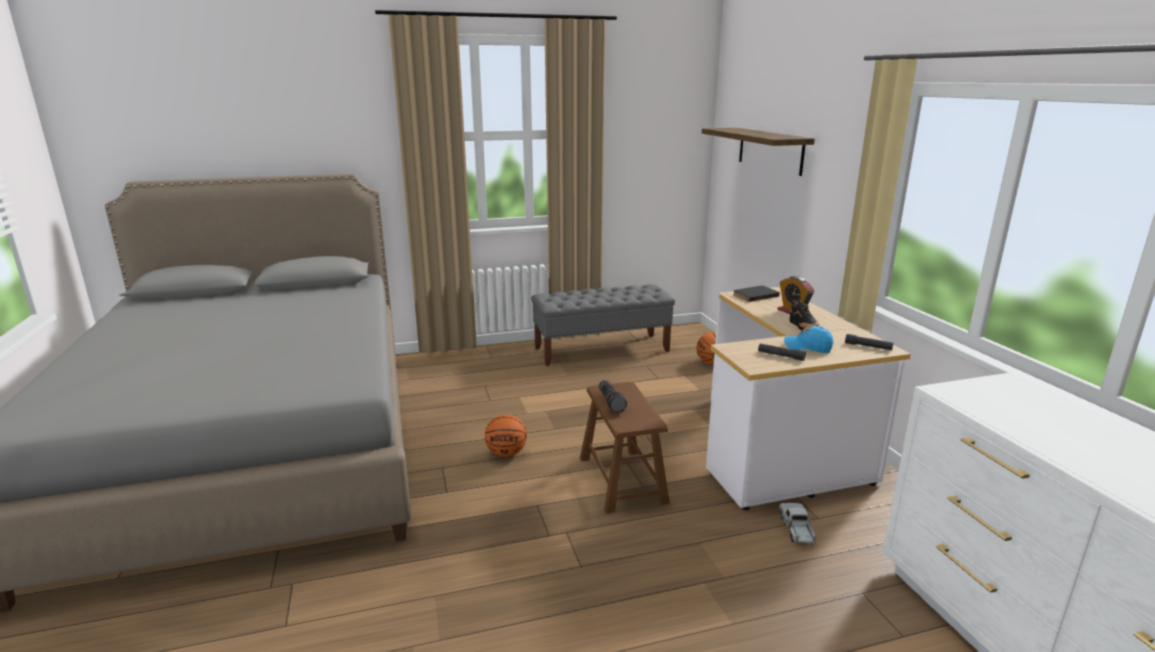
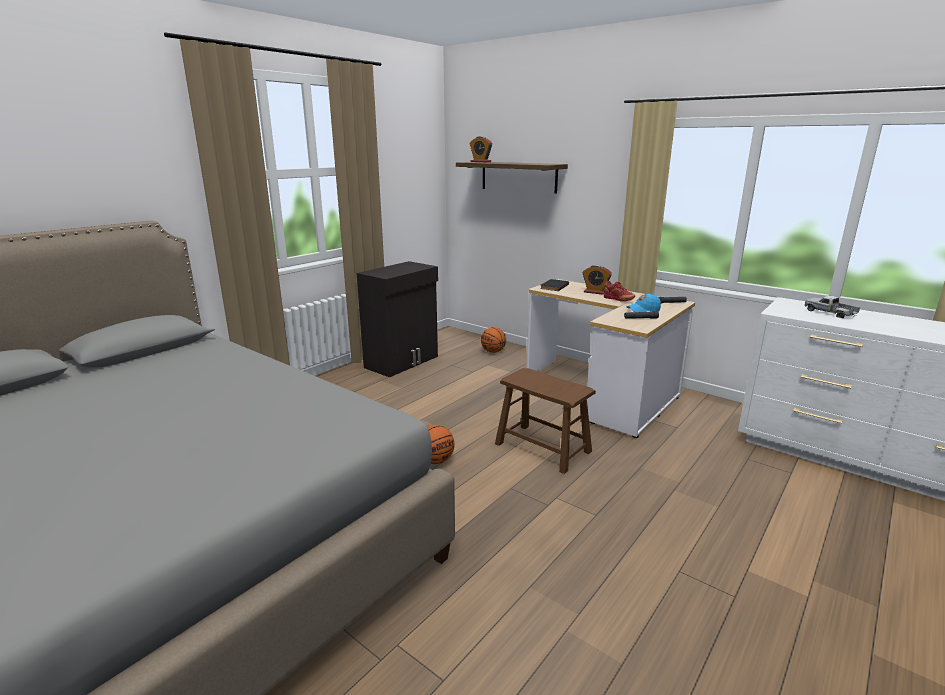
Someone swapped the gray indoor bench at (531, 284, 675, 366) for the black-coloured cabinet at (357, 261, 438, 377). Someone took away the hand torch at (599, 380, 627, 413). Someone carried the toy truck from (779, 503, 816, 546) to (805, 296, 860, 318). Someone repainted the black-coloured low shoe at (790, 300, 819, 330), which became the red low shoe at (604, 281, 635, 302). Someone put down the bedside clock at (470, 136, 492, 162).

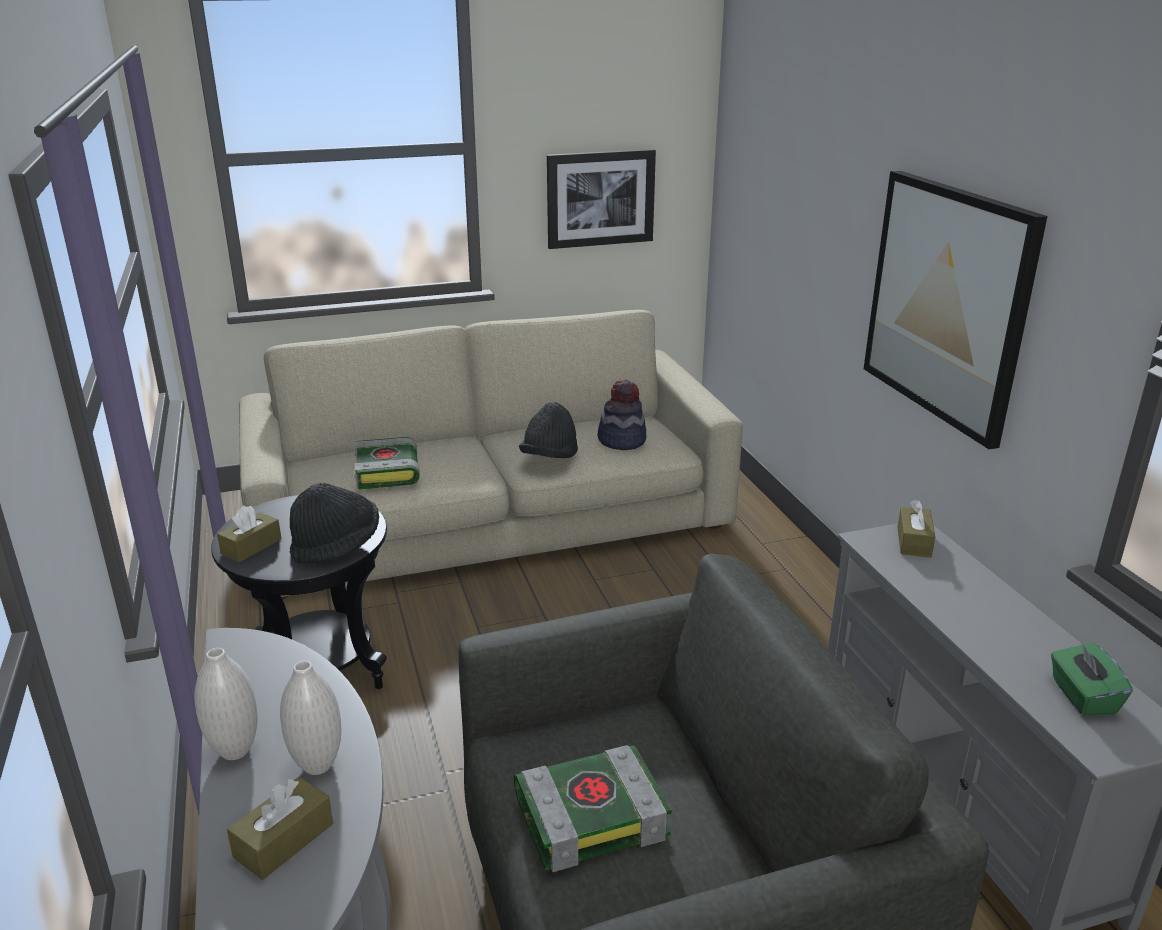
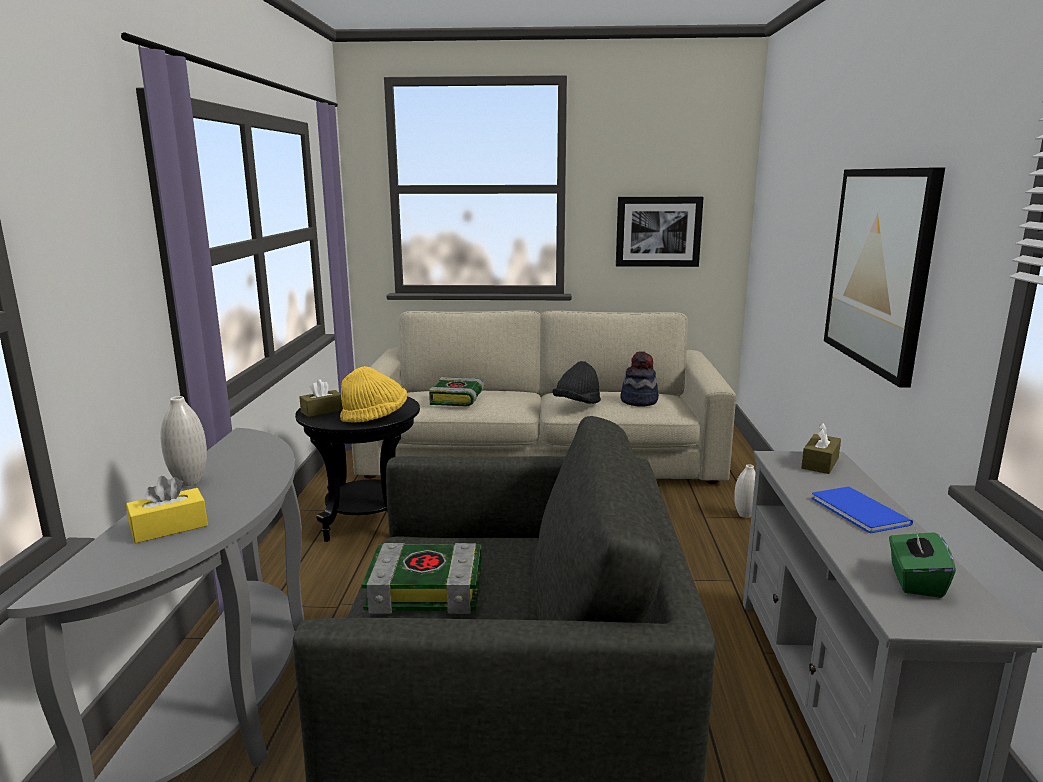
Someone repainted the brownish tissue holder at (227, 777, 333, 880), which became the yellow-coloured tissue holder at (126, 476, 208, 543). Someone carried the white-coloured decorative vase from (280, 661, 341, 775) to (734, 464, 756, 518). Someone repainted the black-coloured hat at (290, 483, 379, 564), which became the yellow-coloured hat at (340, 366, 407, 423). Someone put down the bluish volume at (811, 487, 913, 533).

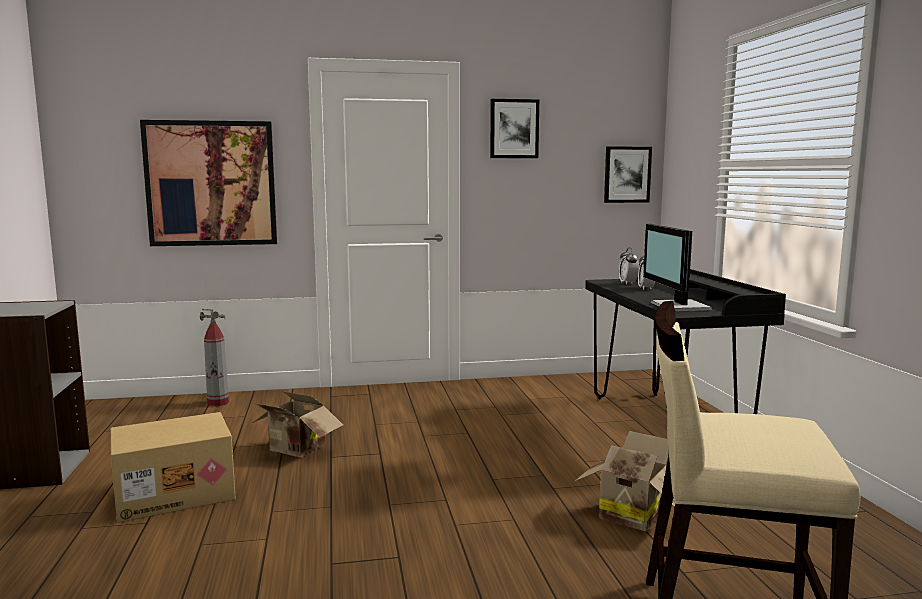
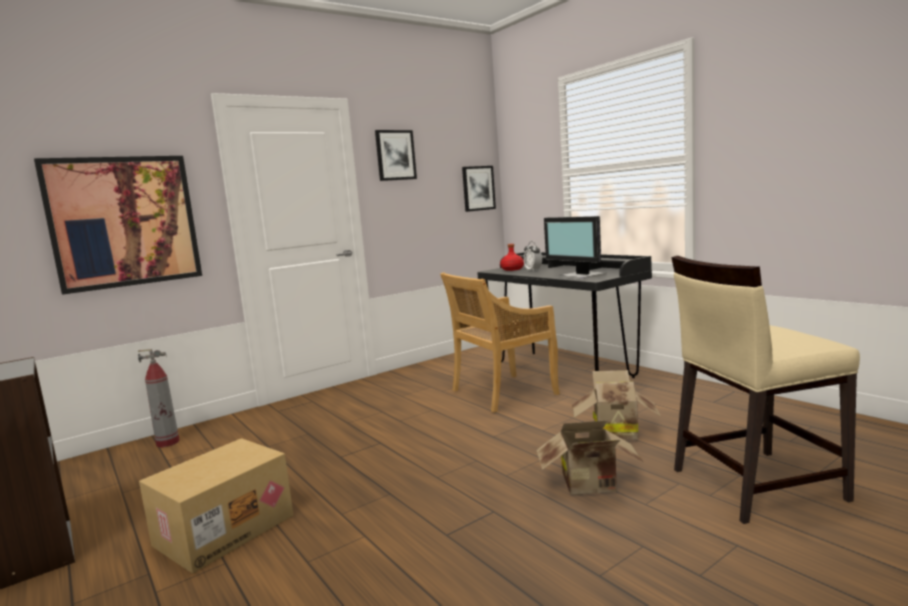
Someone carried the packing box from (252, 391, 343, 457) to (536, 420, 644, 495). Someone swapped the bedside clock at (619, 248, 639, 285) for the red beverage bottle at (500, 244, 524, 271). Someone put down the beige-coloured plain chair at (440, 272, 560, 413).

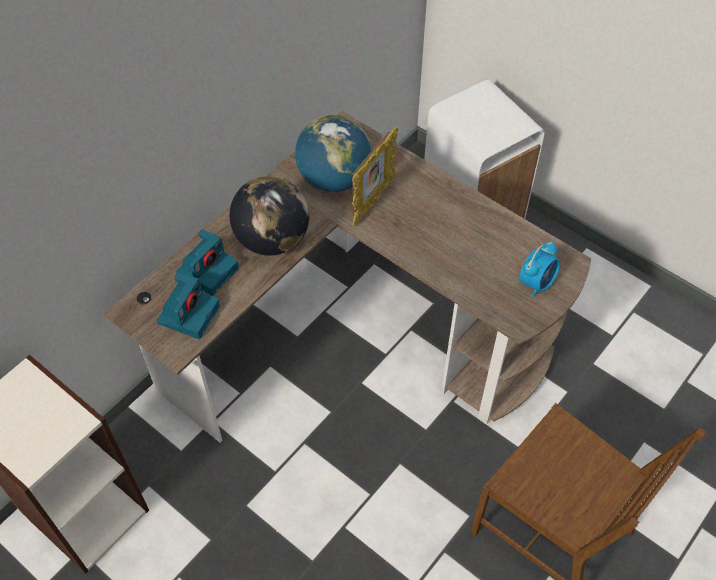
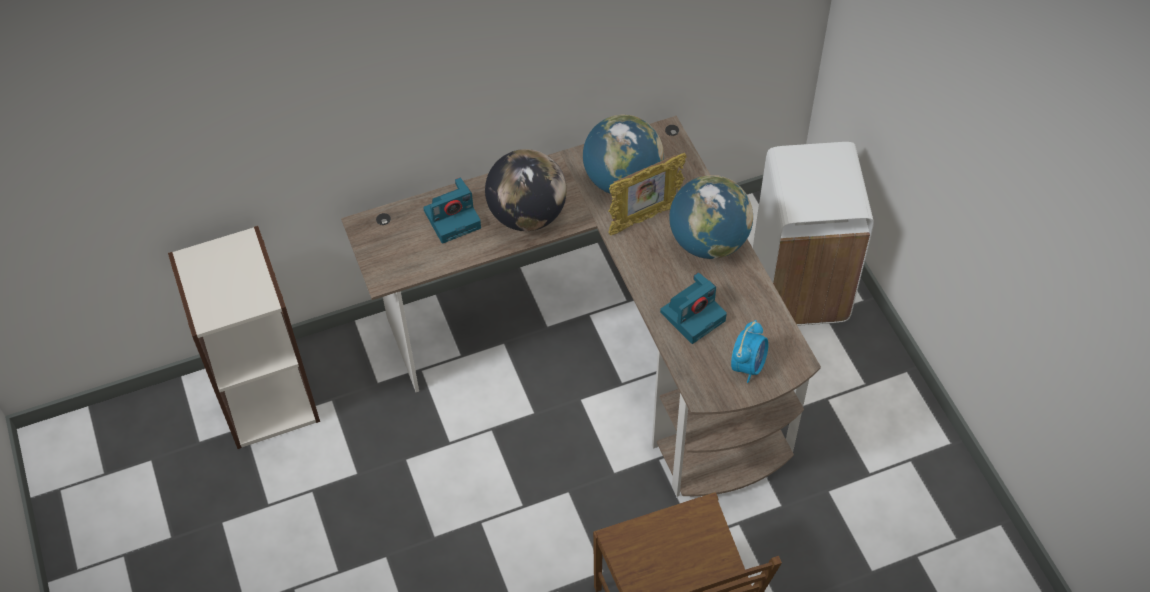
Someone carried the still camera from (157, 273, 220, 339) to (660, 272, 727, 344). Someone rotated the bedside clock at (520, 241, 560, 298) by 45 degrees counterclockwise. Someone put down the globe at (669, 175, 753, 259).

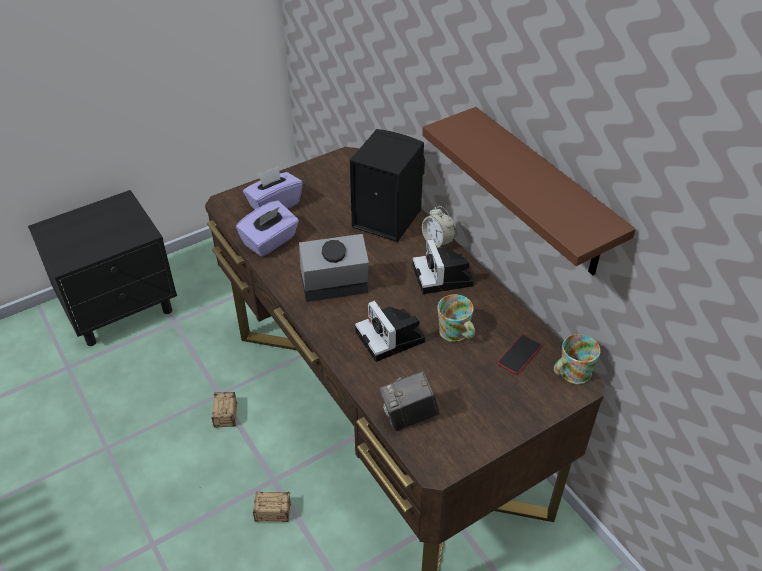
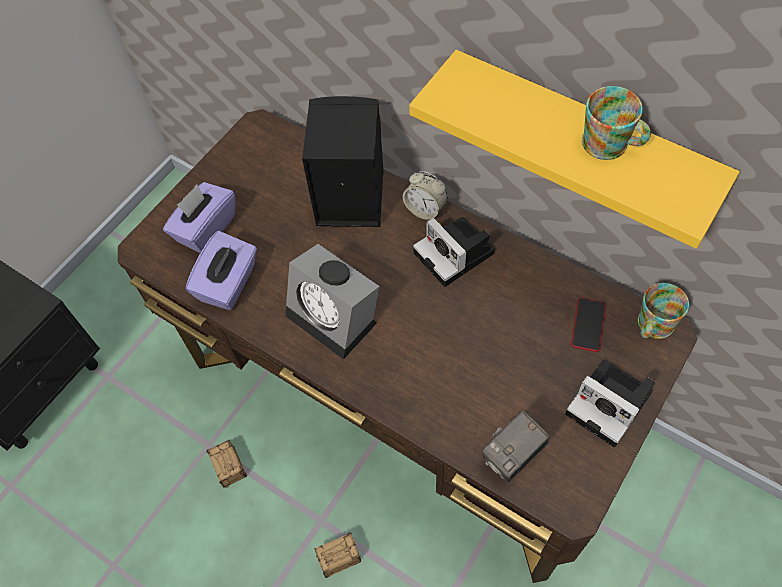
Someone rotated the bedside clock at (299, 234, 369, 302) by 105 degrees counterclockwise. Someone carried the still camera from (355, 301, 425, 362) to (565, 360, 655, 447). Someone repainted the brownish wall shelf at (422, 107, 636, 275), which became the yellow-coloured wall shelf at (409, 50, 740, 249). Someone carried the tea mug from (437, 294, 475, 342) to (582, 86, 651, 160).

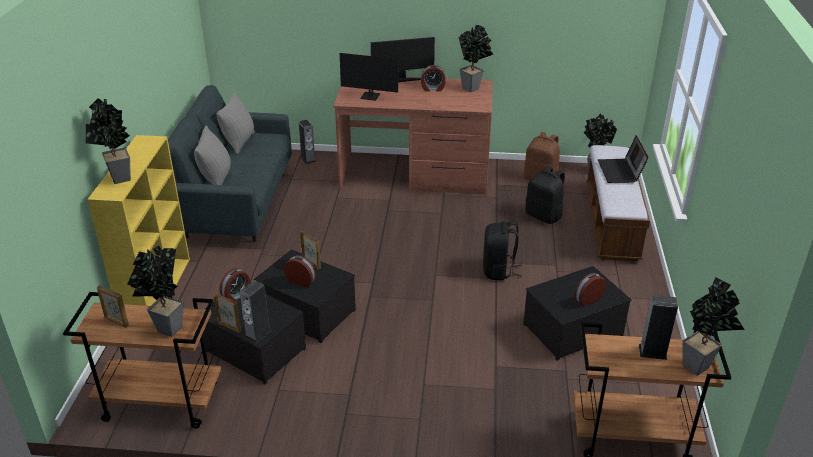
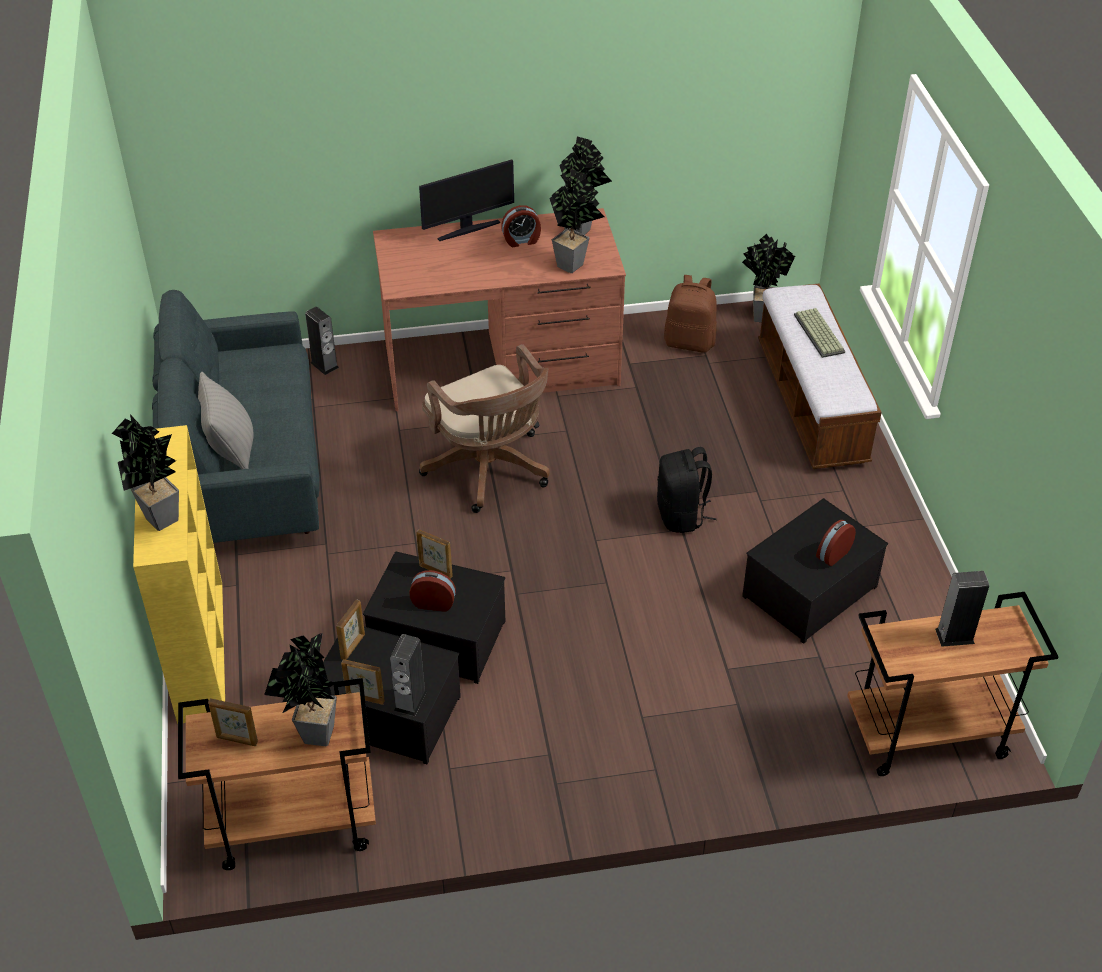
Someone took away the gray pillow at (216, 92, 255, 154). Someone swapped the bedside clock at (219, 268, 251, 302) for the standing frame at (336, 599, 365, 660). Someone took away the computer screen at (340, 53, 414, 101). Someone took away the black-coloured knapsack at (525, 166, 565, 224). Someone swapped the notebook computer at (598, 136, 648, 183) for the PC keyboard at (794, 308, 845, 358). Someone carried the plant in a pot from (682, 277, 745, 376) to (549, 169, 605, 273). Someone put down the brownish computer chair at (419, 344, 550, 513).

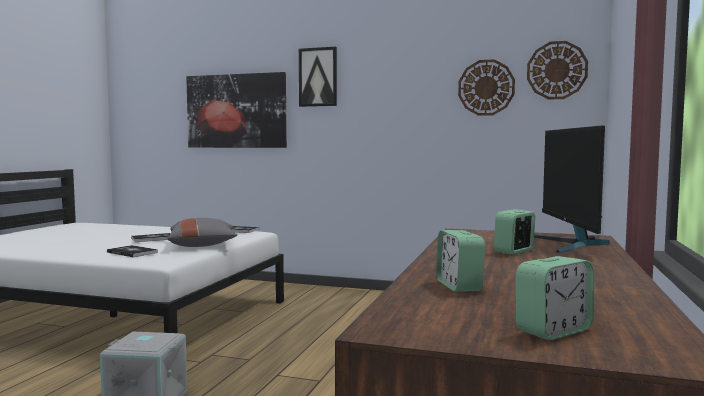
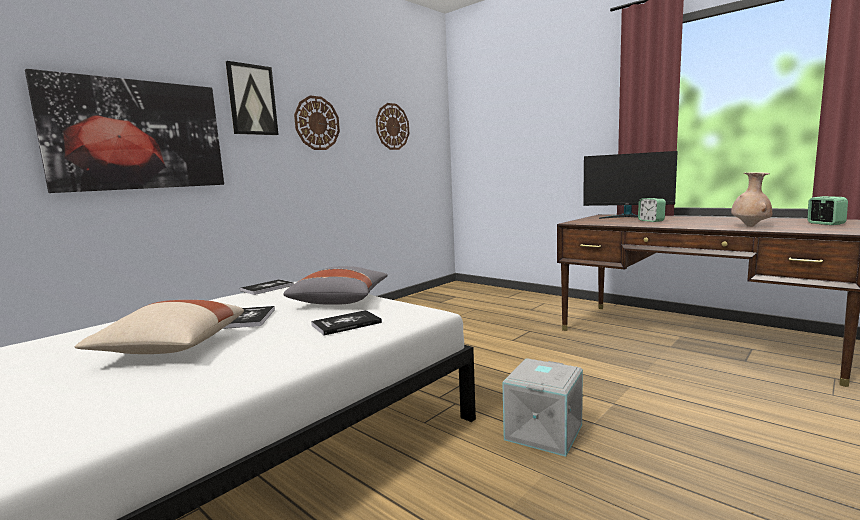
Someone swapped the bedside clock at (436, 230, 485, 292) for the beige-coloured decorative vase at (731, 172, 773, 227). Someone carried the clock on the wall from (527, 41, 588, 100) to (294, 96, 340, 150). Someone put down the beige-coloured pillow at (75, 300, 244, 354).

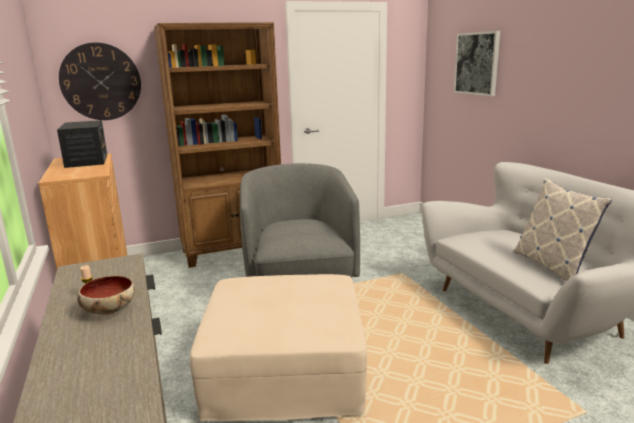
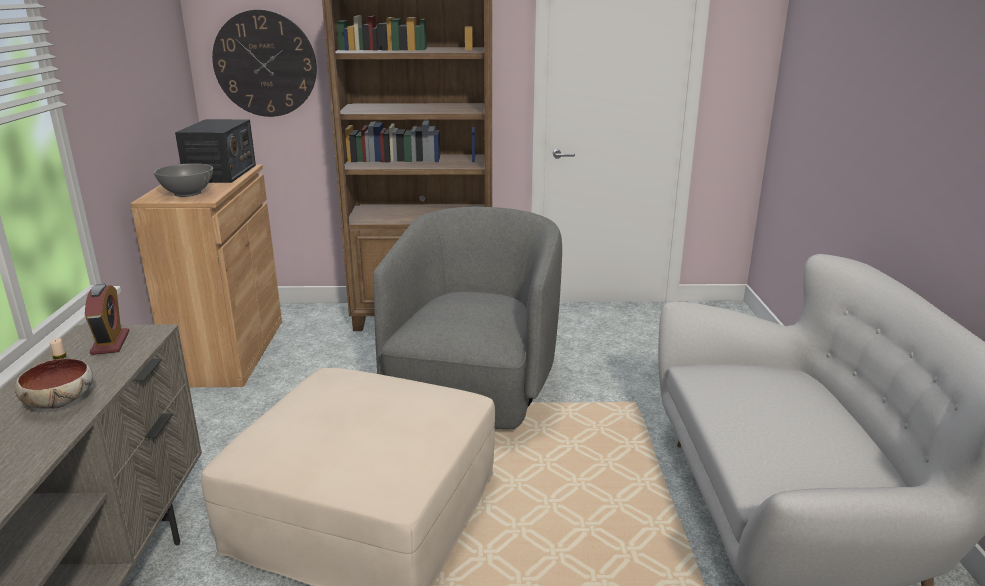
Someone took away the picture at (454, 31, 500, 96). Someone took away the pillow at (513, 178, 612, 281). Someone put down the bedside clock at (85, 284, 129, 355). Someone put down the gray bowl at (154, 163, 213, 197).

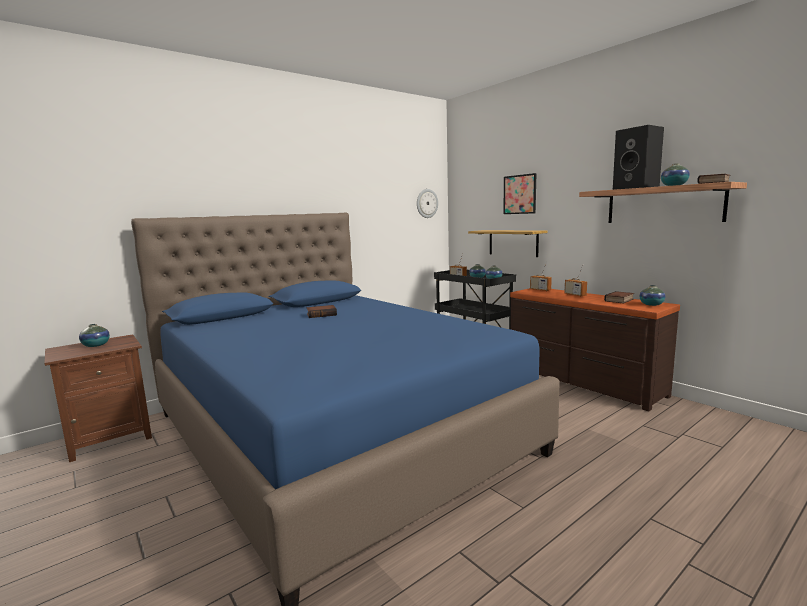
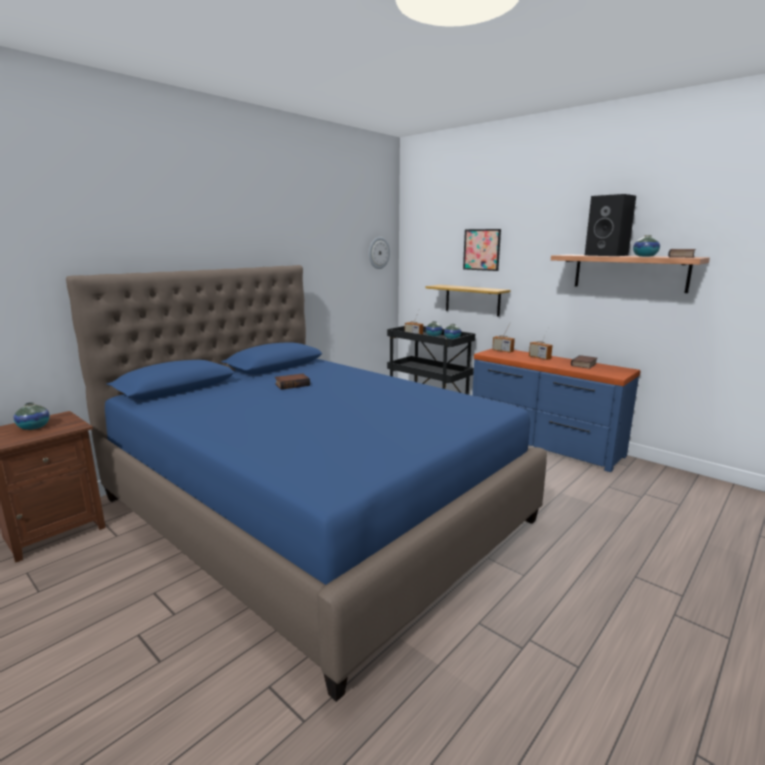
Someone repainted the brownish drawer chest at (510, 288, 680, 411), which became the bluish drawer chest at (472, 349, 640, 472). Someone took away the decorative vase at (640, 285, 665, 306).

